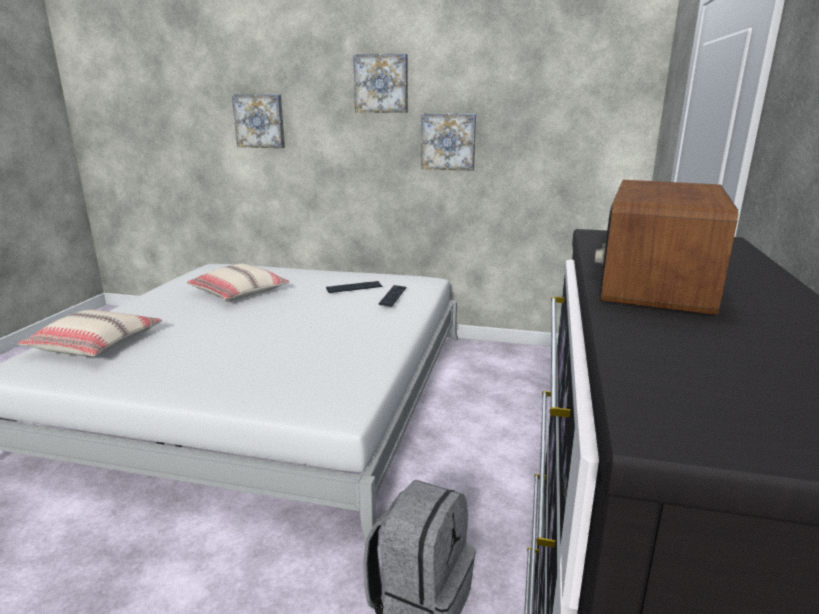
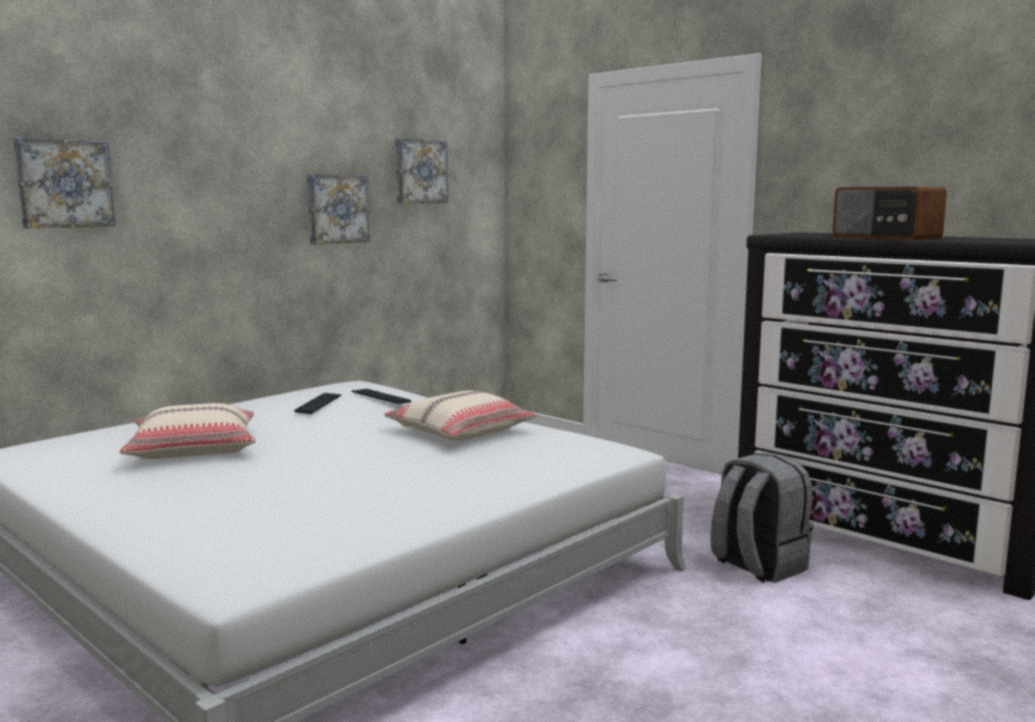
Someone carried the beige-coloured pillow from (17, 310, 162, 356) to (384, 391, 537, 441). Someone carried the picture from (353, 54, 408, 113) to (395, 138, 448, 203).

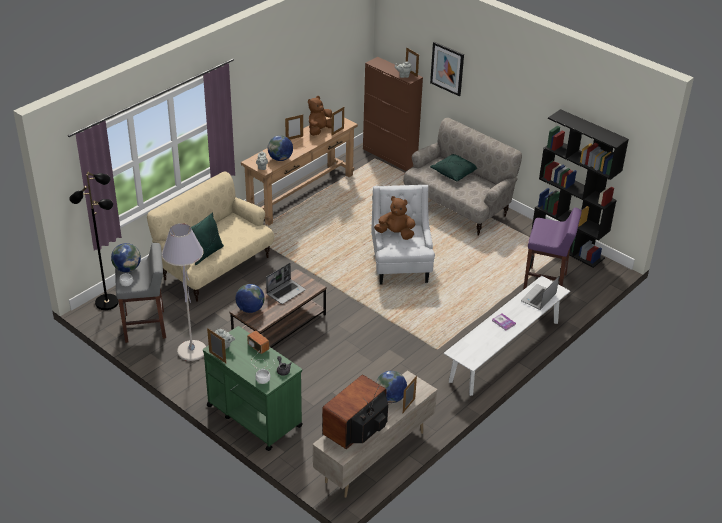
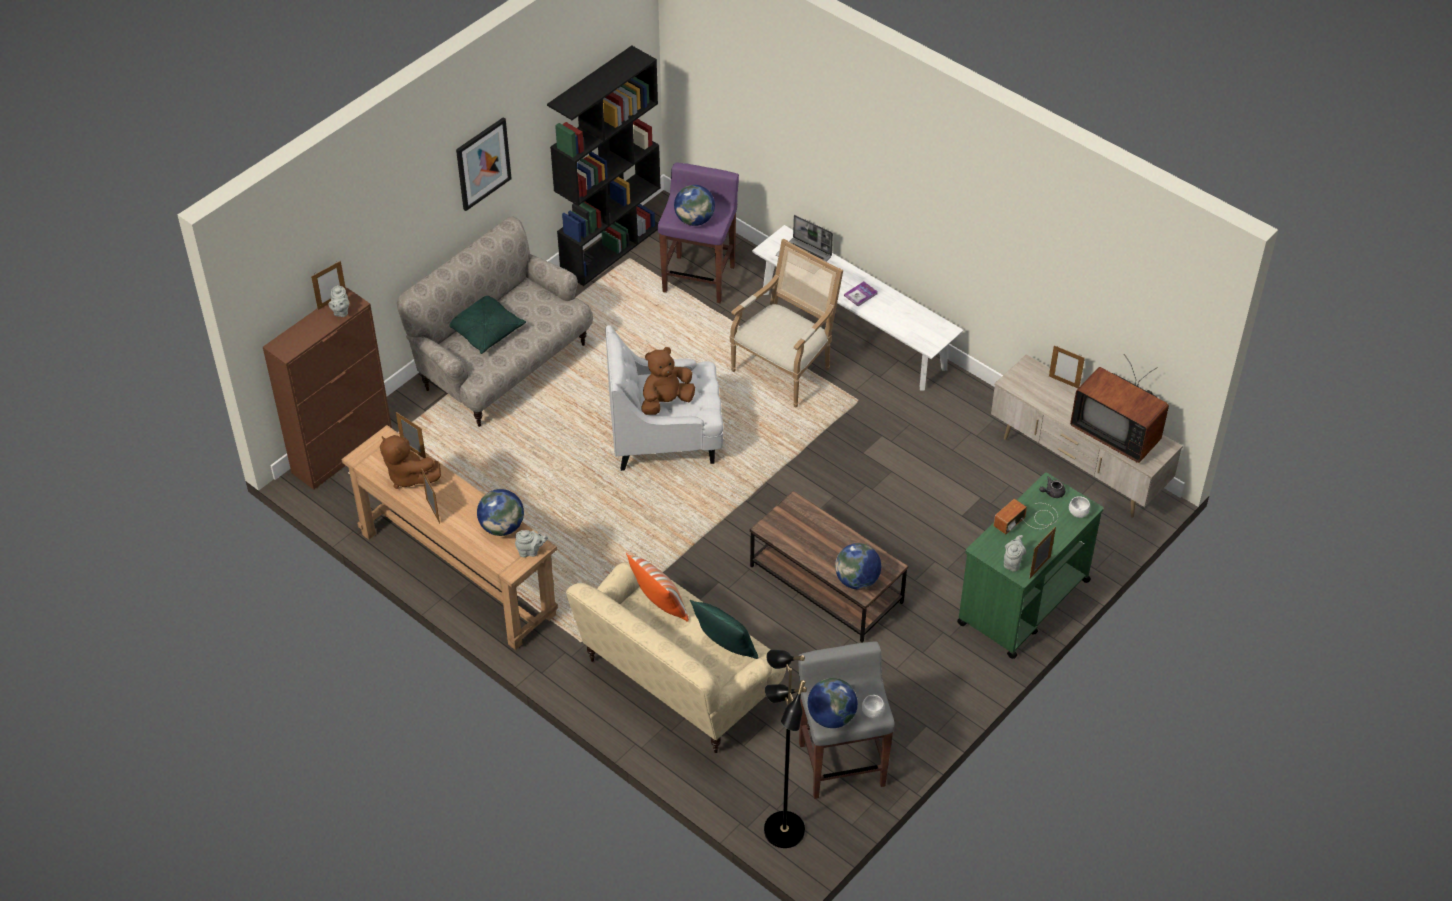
Someone took away the gray floor lamp at (162, 223, 206, 361). Someone took away the notebook computer at (266, 263, 306, 304). Someone rotated the brownish cuddly toy at (374, 196, 415, 240) by 45 degrees clockwise. Someone carried the globe from (376, 371, 407, 403) to (674, 185, 715, 226). Someone carried the picture from (430, 42, 464, 96) to (456, 118, 512, 211). Someone put down the pillow at (626, 553, 689, 622). Someone put down the easy chair at (730, 239, 843, 407).

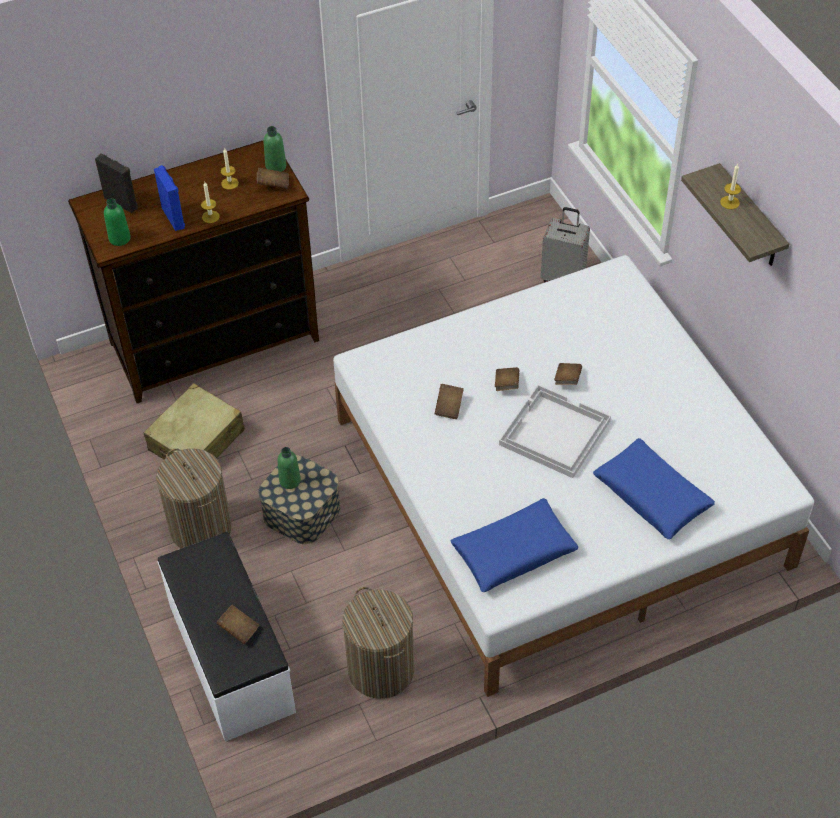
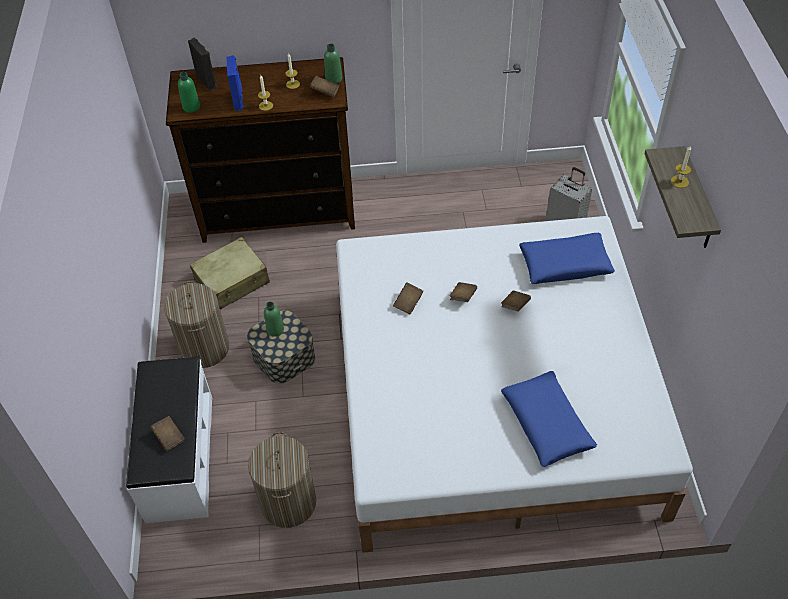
Someone carried the bluish pillow from (451, 498, 578, 592) to (519, 233, 615, 284). Someone took away the white-coloured carrying tray at (499, 385, 611, 478).

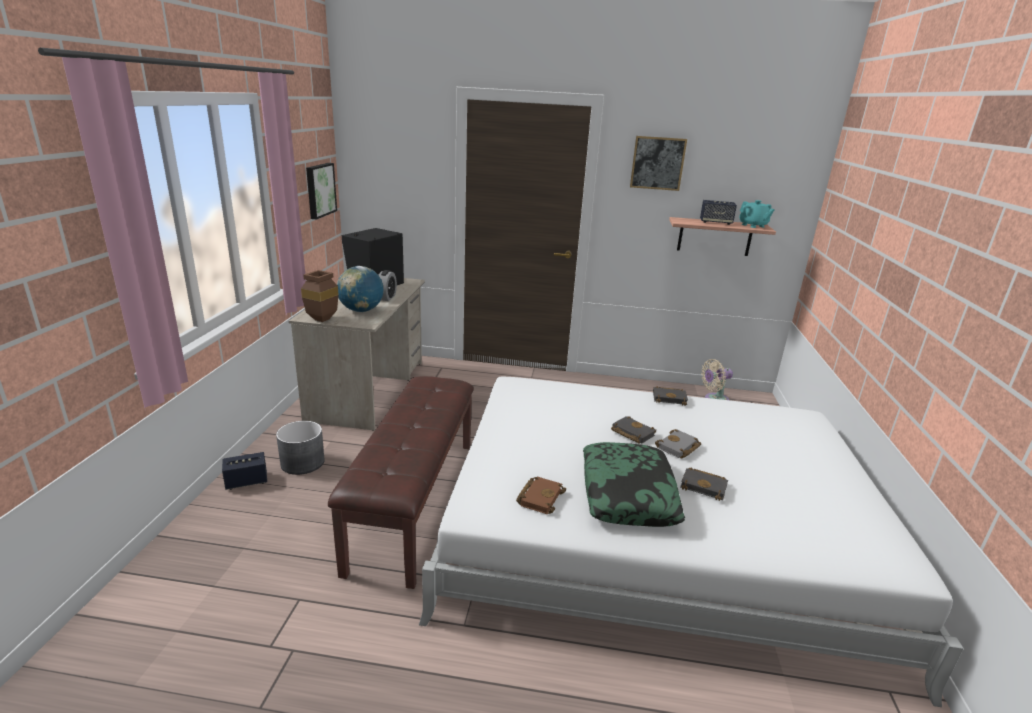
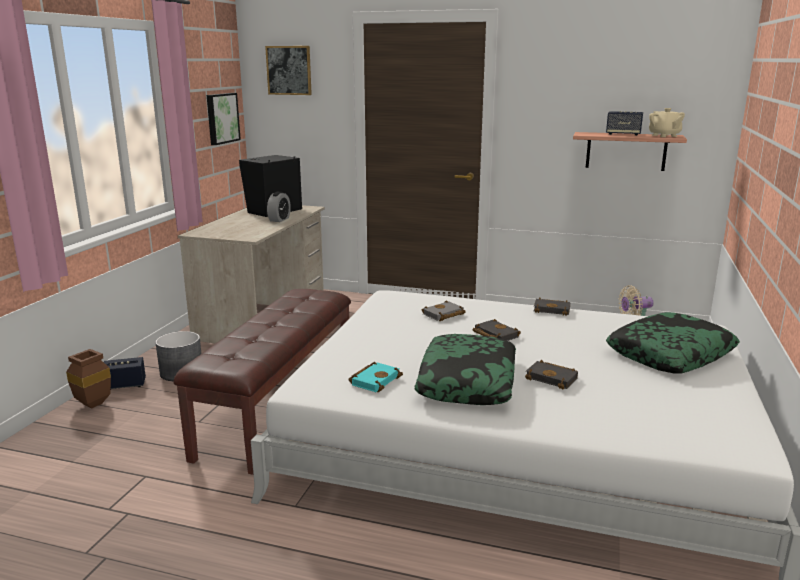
Someone carried the brownish decorative vase from (301, 270, 339, 322) to (66, 349, 111, 408). Someone took away the globe at (337, 266, 384, 312). Someone repainted the brownish volume at (516, 477, 566, 514), which became the turquoise-coloured volume at (348, 362, 403, 392). Someone carried the picture from (630, 136, 687, 191) to (265, 46, 312, 95). Someone carried the gray volume from (655, 429, 701, 458) to (421, 300, 466, 321). Someone repainted the turquoise-coloured pot for tea at (739, 200, 775, 228), which became the beige-coloured pot for tea at (649, 108, 685, 137). Someone put down the pillow at (606, 312, 740, 374).

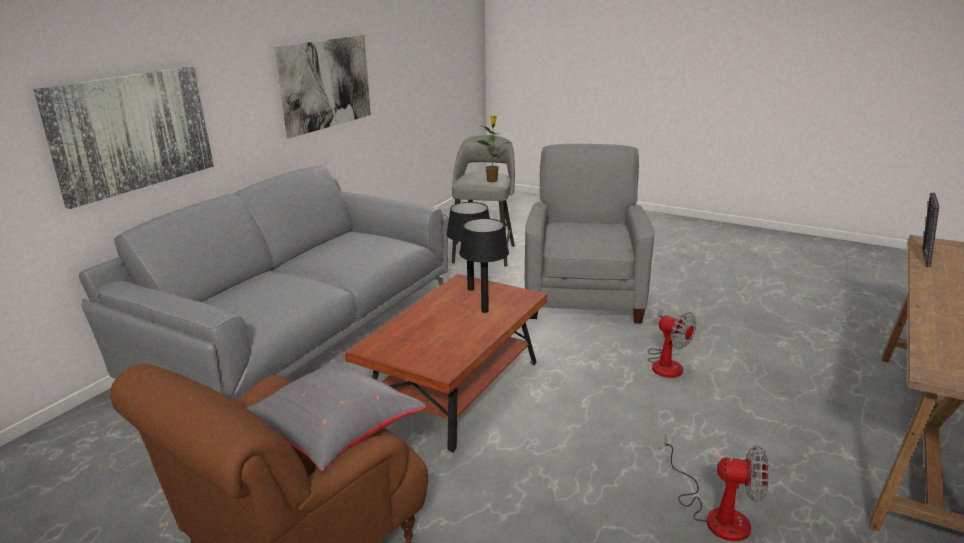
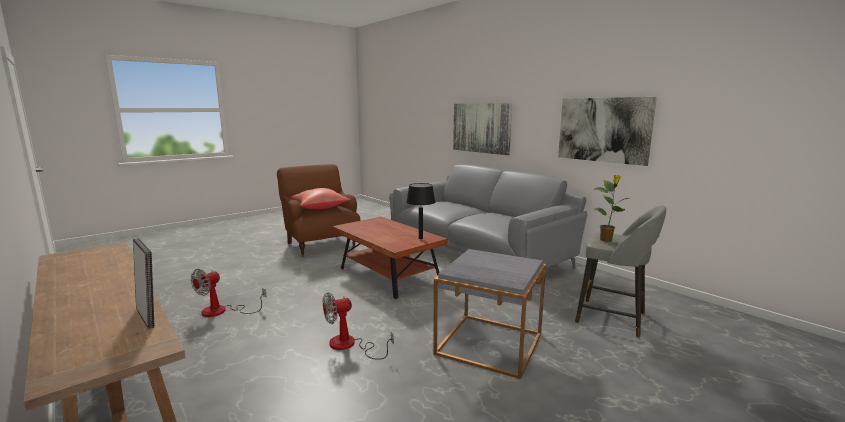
Someone repainted the gray pillow at (246, 359, 426, 471), which became the red pillow at (291, 188, 350, 209). Someone took away the black-coloured table lamp at (459, 218, 509, 313). Someone swapped the gray easy chair at (525, 144, 655, 324) for the gray side table at (433, 249, 546, 379).

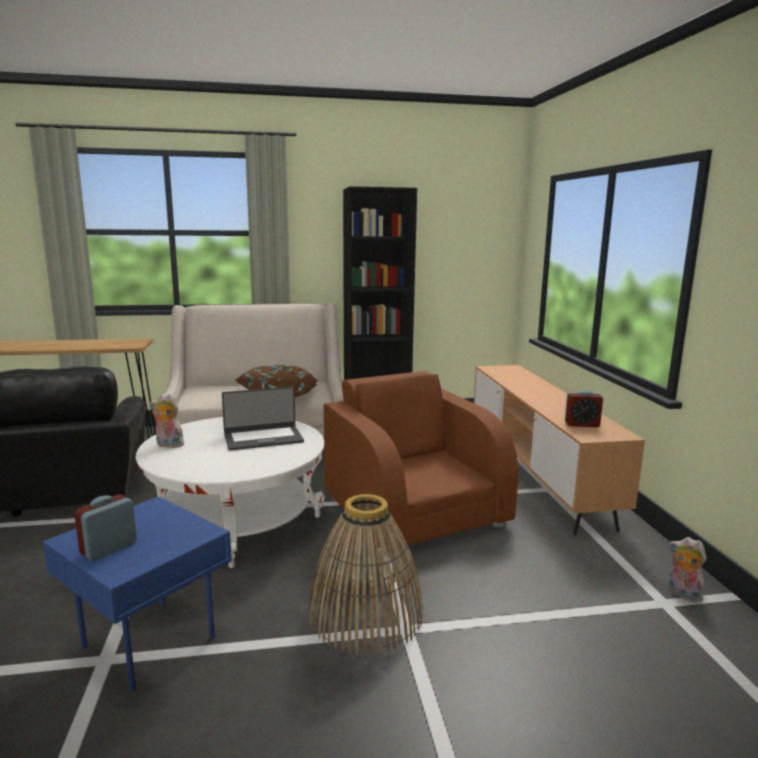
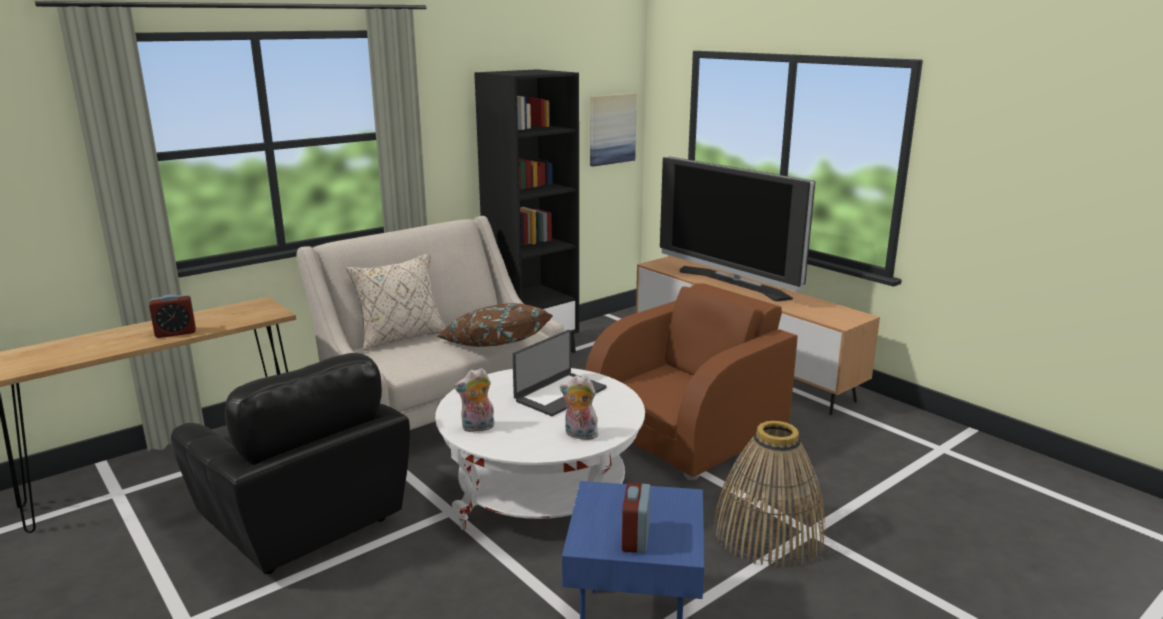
Someone rotated the brownish easy chair at (324, 371, 519, 557) by 105 degrees clockwise. Someone carried the bedside clock from (565, 391, 603, 427) to (149, 294, 196, 338). Someone carried the cuddly toy from (669, 537, 707, 603) to (560, 375, 600, 440). Someone put down the beige-coloured pillow at (346, 252, 446, 351). Someone put up the picture at (590, 93, 637, 166). Someone put down the TV at (660, 156, 815, 301).

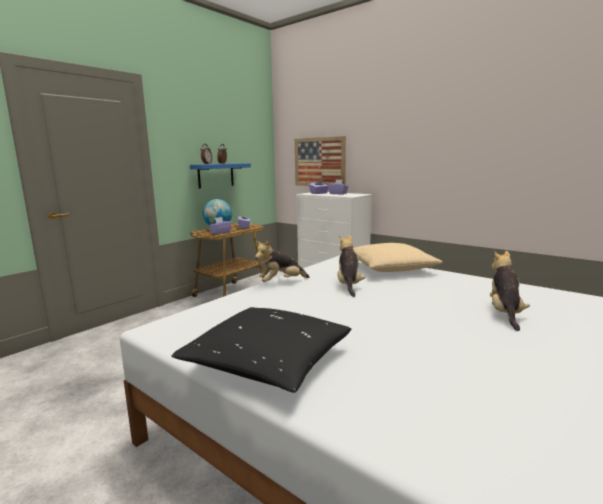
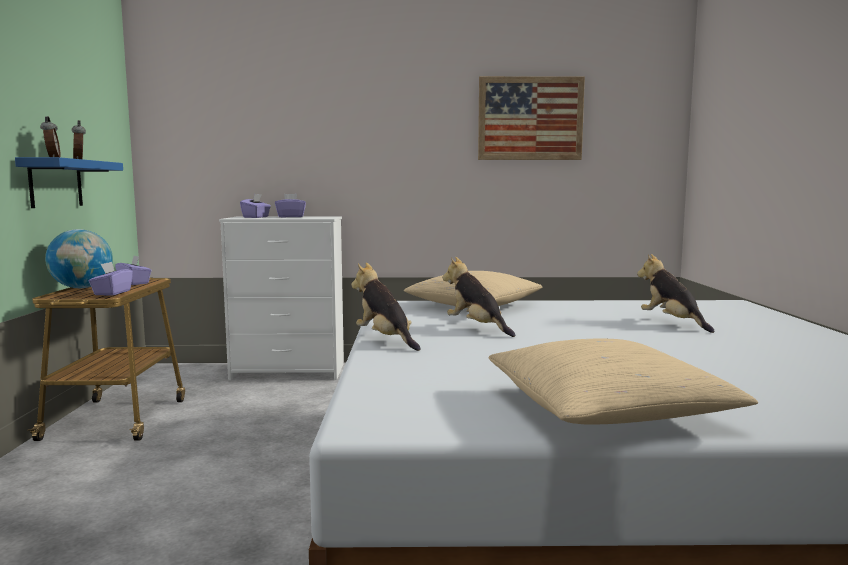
Someone repainted the black-coloured pillow at (172, 307, 351, 393), which became the beige-coloured pillow at (488, 339, 758, 425). Someone rotated the cuddly toy at (255, 241, 310, 282) by 120 degrees clockwise. Someone carried the picture from (295, 136, 346, 186) to (478, 76, 585, 160).

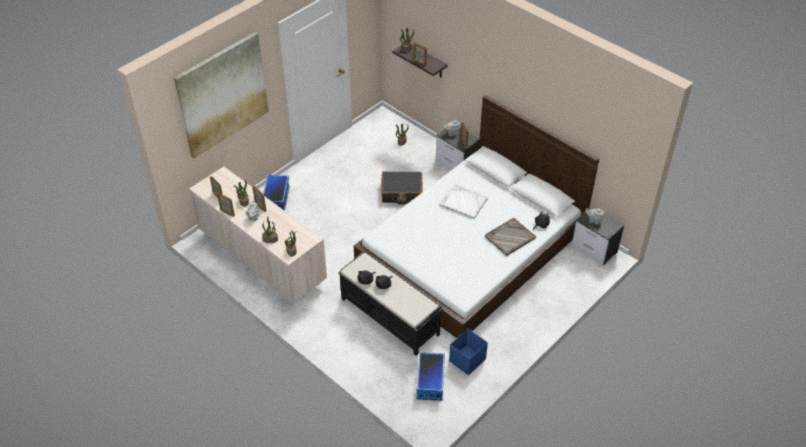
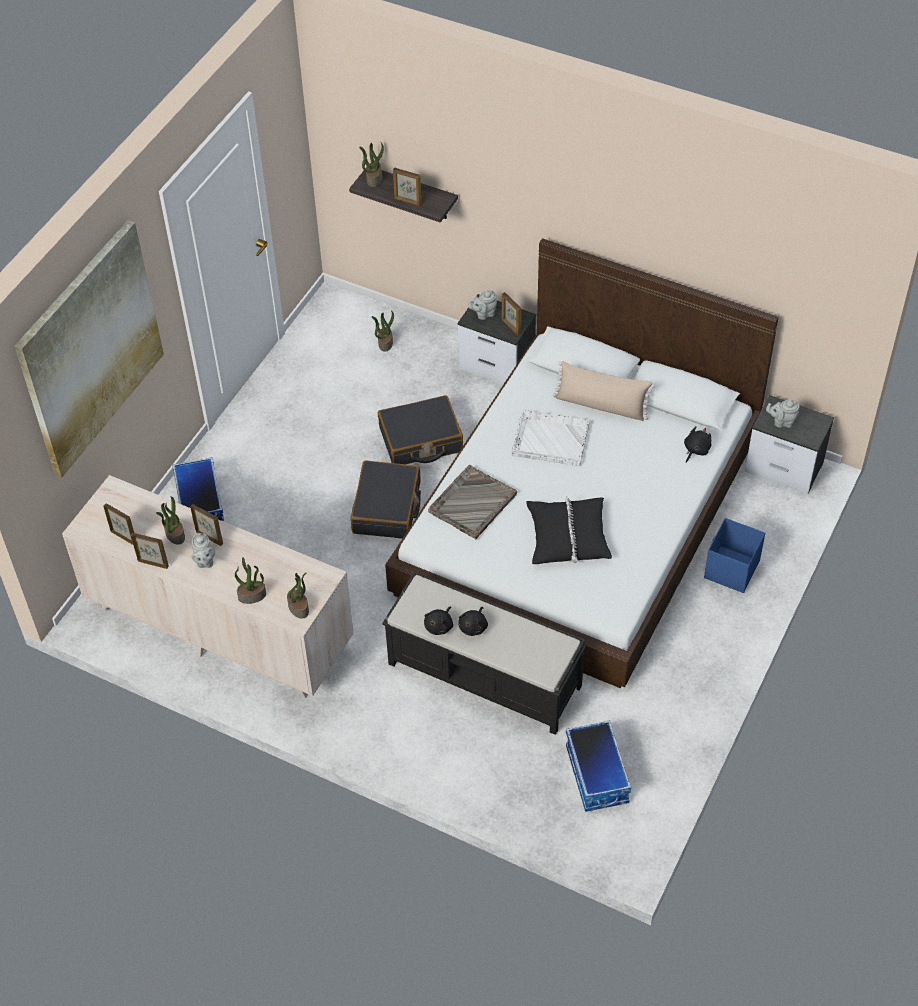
Someone carried the bluish storage bin from (449, 328, 488, 375) to (704, 518, 765, 593). Someone carried the gray carrying tray from (485, 218, 536, 256) to (428, 465, 517, 540). Someone put down the black-coloured suitcase at (351, 460, 421, 539). Someone put down the black-coloured pillow at (526, 496, 612, 564). Someone put down the beige-coloured pillow at (553, 361, 655, 421).

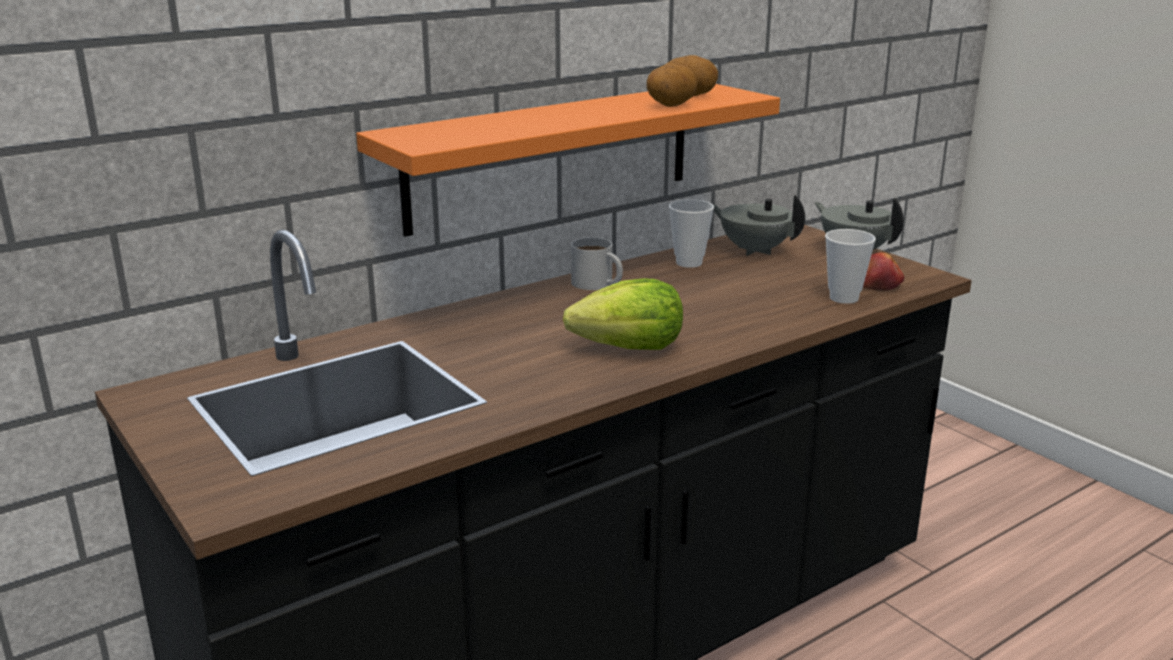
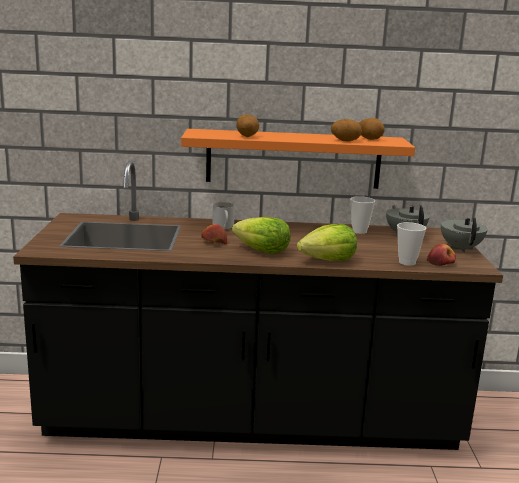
Someone carried the white-coloured tea mug from (571, 237, 623, 290) to (212, 202, 235, 229). Someone put down the apple fruit at (201, 224, 227, 244). Someone put down the spud at (236, 114, 259, 137). Someone put down the lettuce at (297, 224, 357, 261).

